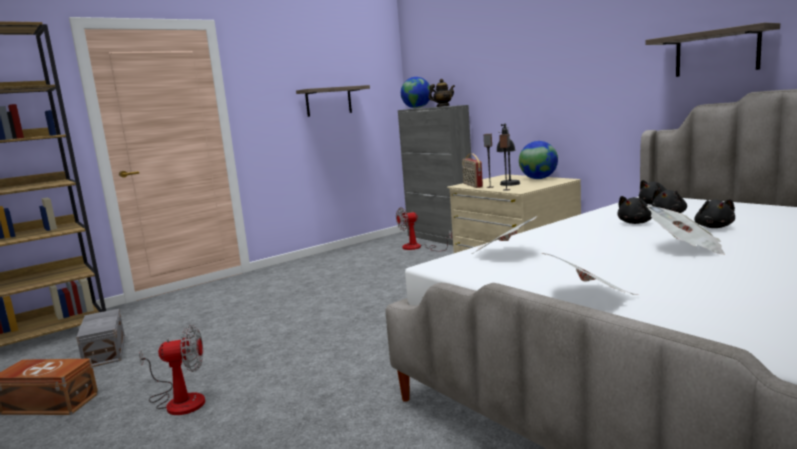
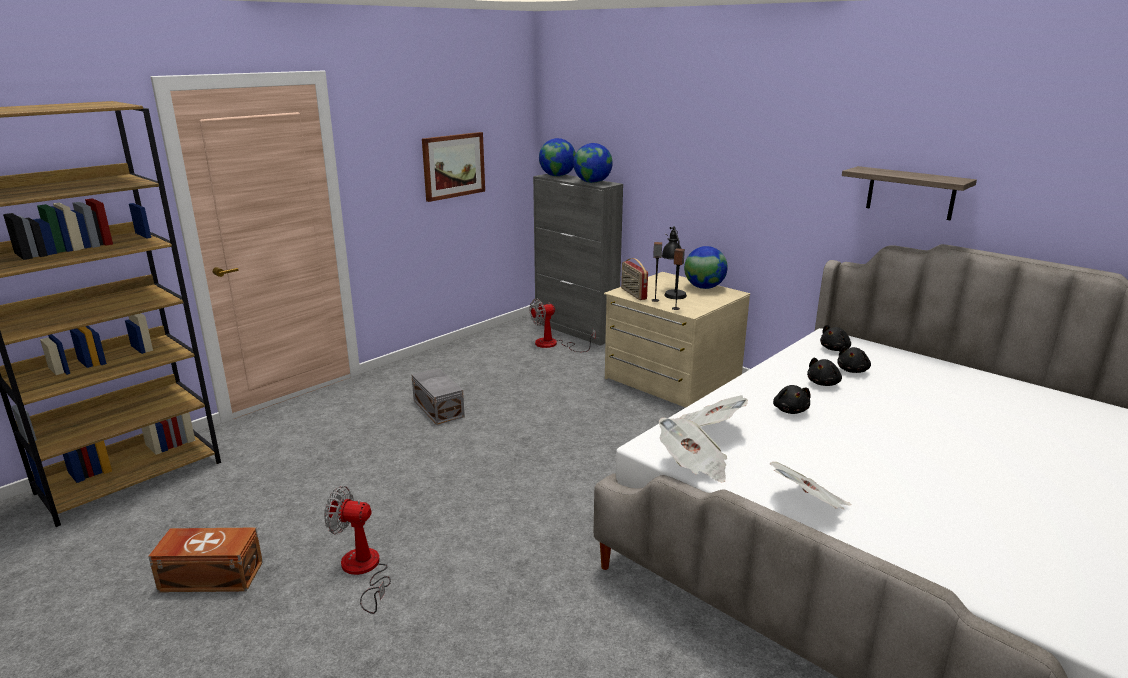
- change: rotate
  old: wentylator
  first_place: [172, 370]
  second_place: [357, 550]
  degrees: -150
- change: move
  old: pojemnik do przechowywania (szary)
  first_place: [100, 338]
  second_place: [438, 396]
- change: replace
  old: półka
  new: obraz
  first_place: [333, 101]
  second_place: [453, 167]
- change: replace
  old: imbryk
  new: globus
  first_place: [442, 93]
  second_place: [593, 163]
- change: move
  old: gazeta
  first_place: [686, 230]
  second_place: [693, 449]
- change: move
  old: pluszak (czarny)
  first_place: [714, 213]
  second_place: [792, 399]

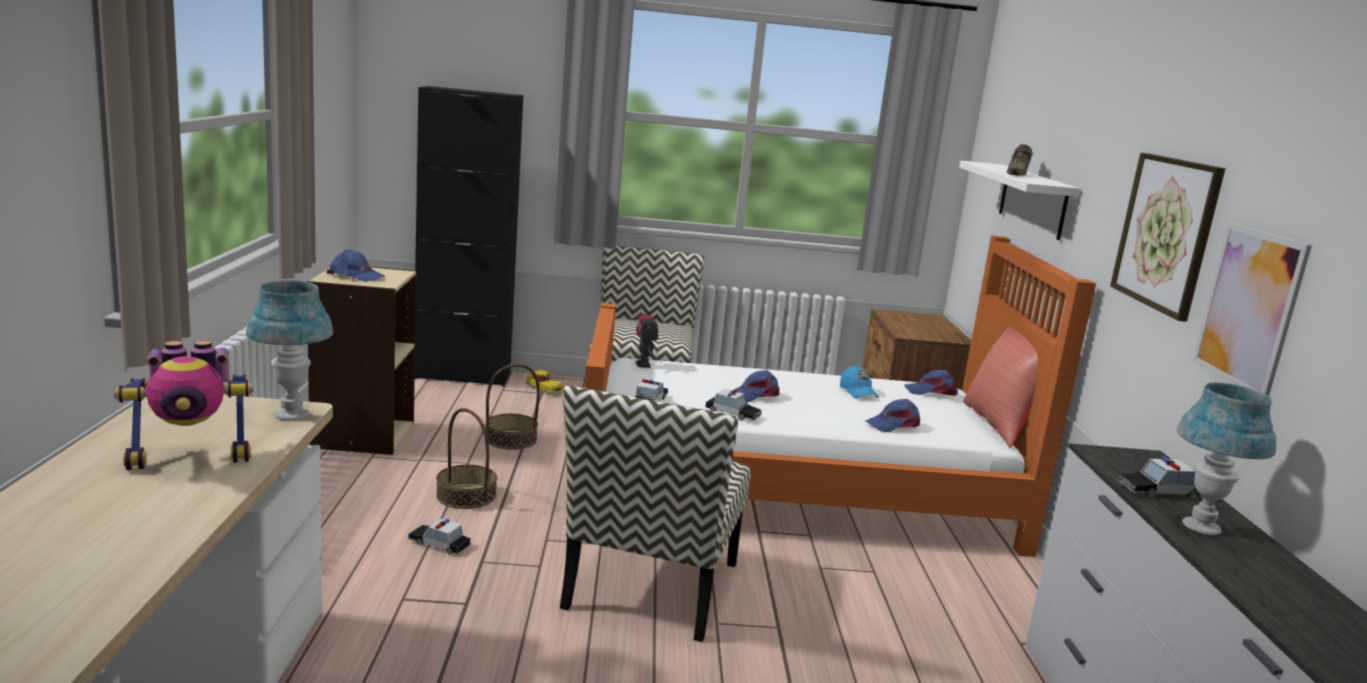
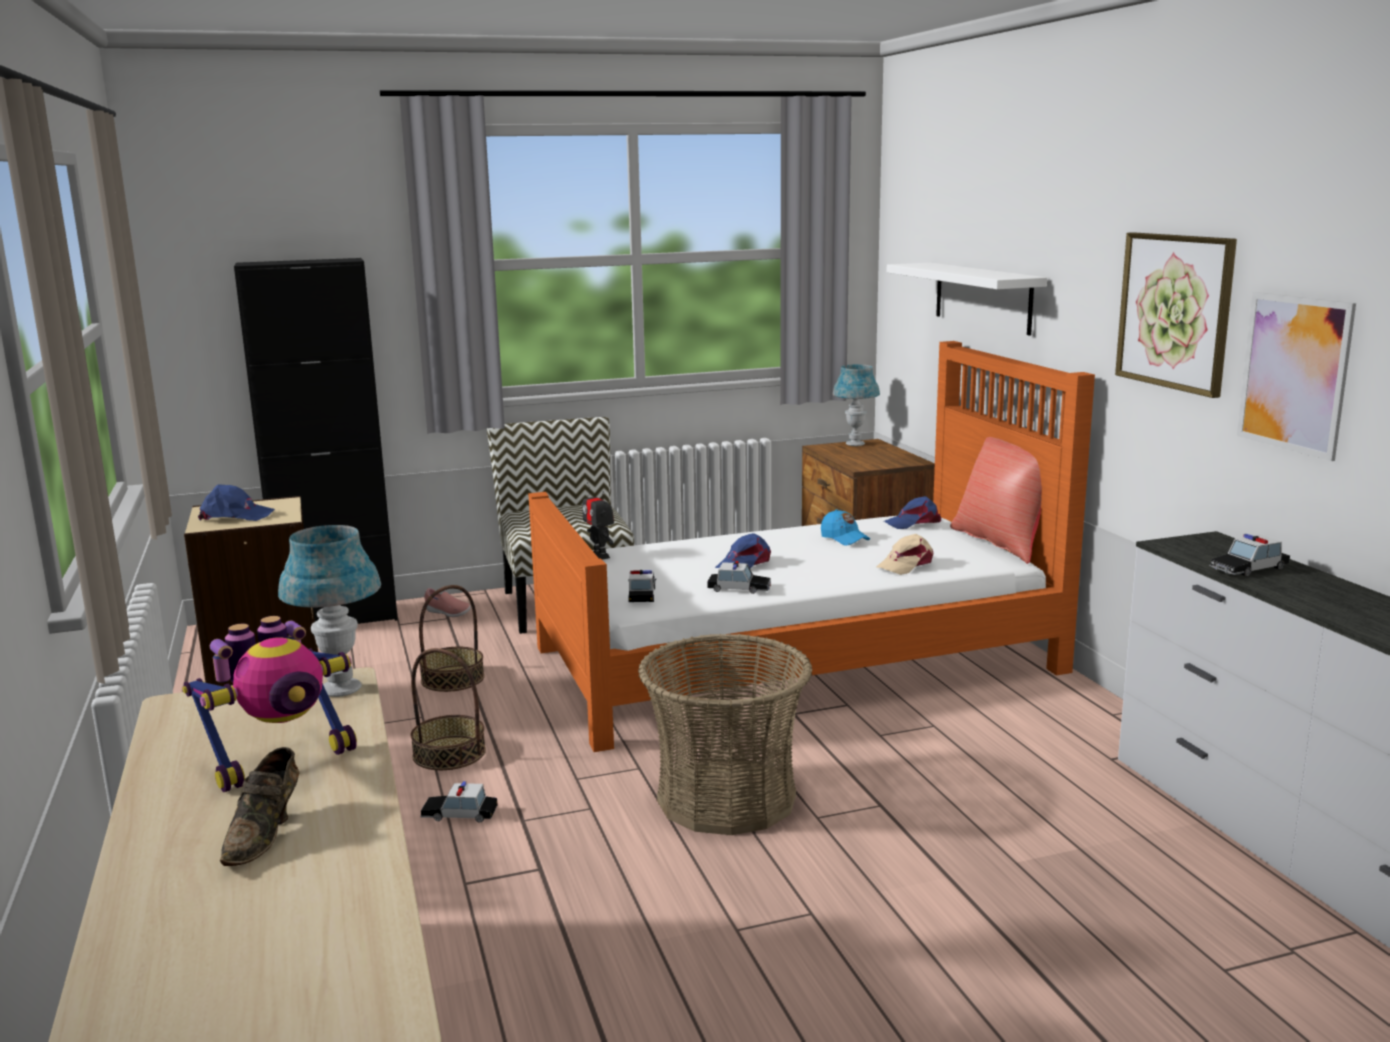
- change: move
  old: but (brązowy)
  first_place: [1019, 160]
  second_place: [259, 806]
- change: replace
  old: samochodzik
  new: but (różowy)
  first_place: [545, 382]
  second_place: [447, 602]
- change: replace
  old: krzesło
  new: koszyk
  first_place: [655, 514]
  second_place: [725, 734]
- change: move
  old: lampa stołowa (niebieski)
  first_place: [1226, 459]
  second_place: [856, 405]
- change: recolor
  old: czapka z daszkiem (niebieski)
  new: czapka z daszkiem (beżowy)
  first_place: [892, 415]
  second_place: [904, 554]

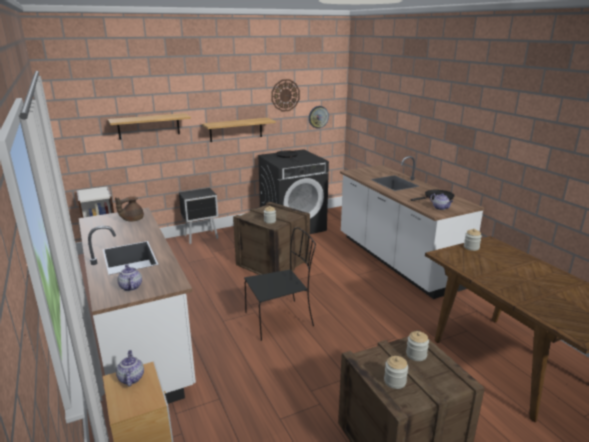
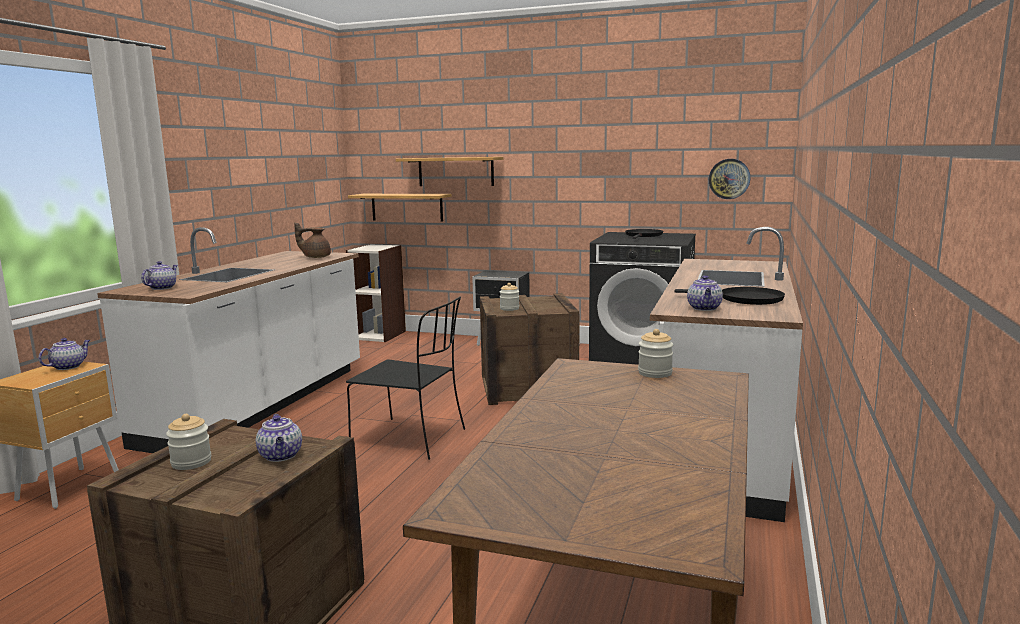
- change: replace
  old: słoik
  new: imbryk
  first_place: [417, 346]
  second_place: [279, 438]
- change: move
  old: półka
  first_place: [239, 130]
  second_place: [400, 208]
- change: delete
  old: zegar ścienny
  first_place: [285, 95]

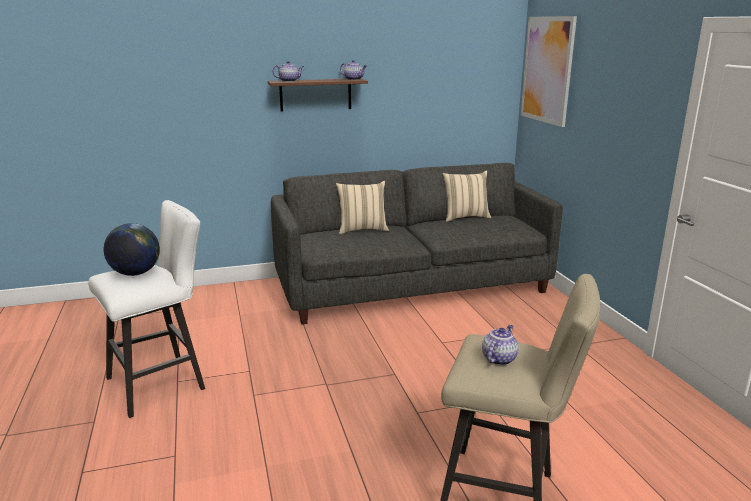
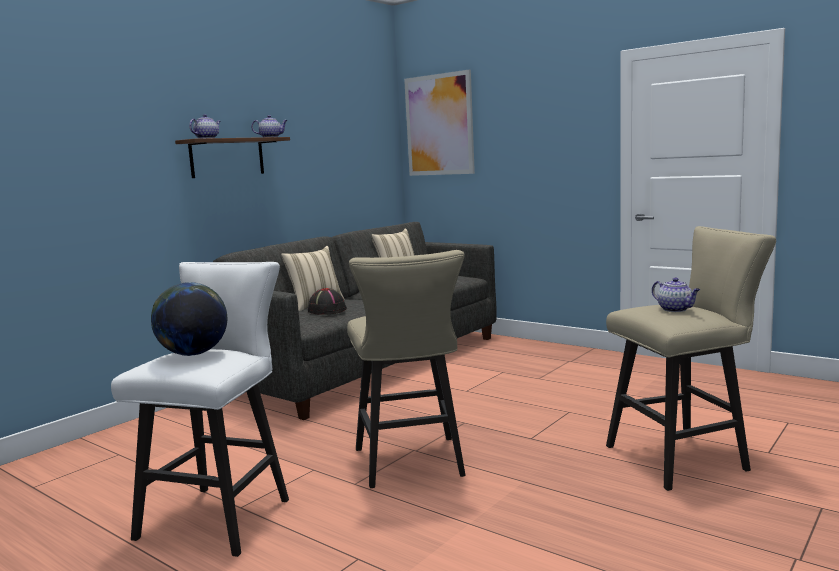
- change: insert
  new: kapelusz (czarny)
  second_place: [327, 301]
- change: insert
  new: stołek (beżowy)
  second_place: [406, 369]
- change: rotate
  old: imbryk
  first_place: [500, 345]
  second_place: [676, 294]
  degrees: 150

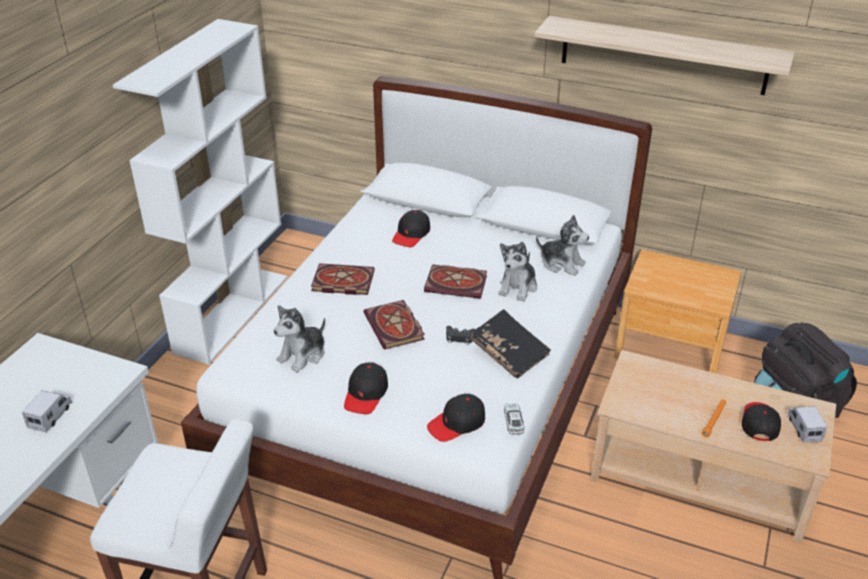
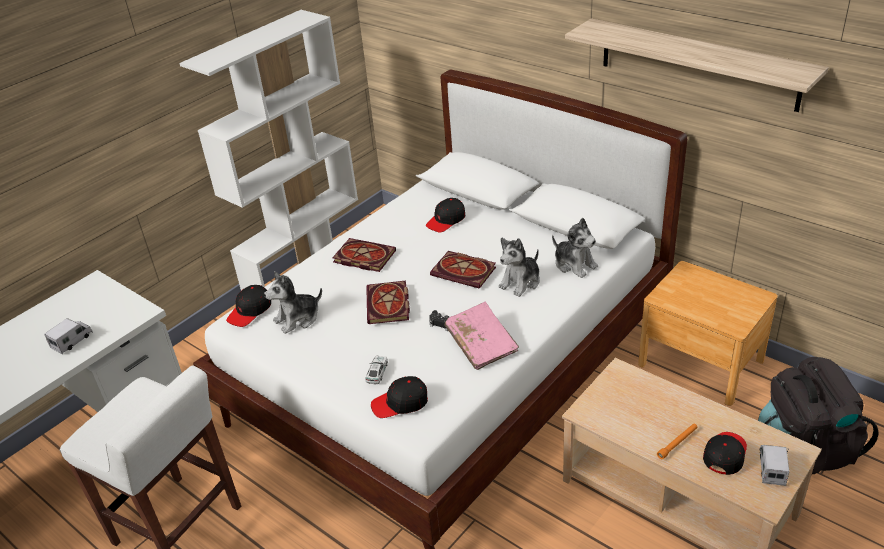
- change: move
  old: czapka z daszkiem (czarny)
  first_place: [366, 388]
  second_place: [248, 306]
- change: move
  old: samochodzik
  first_place: [514, 419]
  second_place: [376, 369]
- change: recolor
  old: książka (czarny)
  new: książka (różowy)
  first_place: [510, 344]
  second_place: [482, 335]

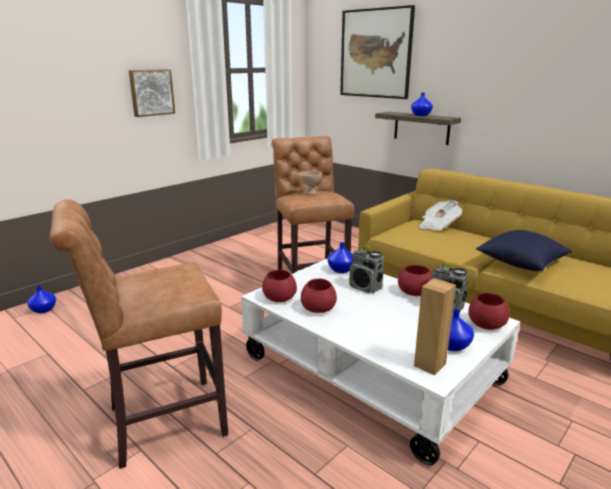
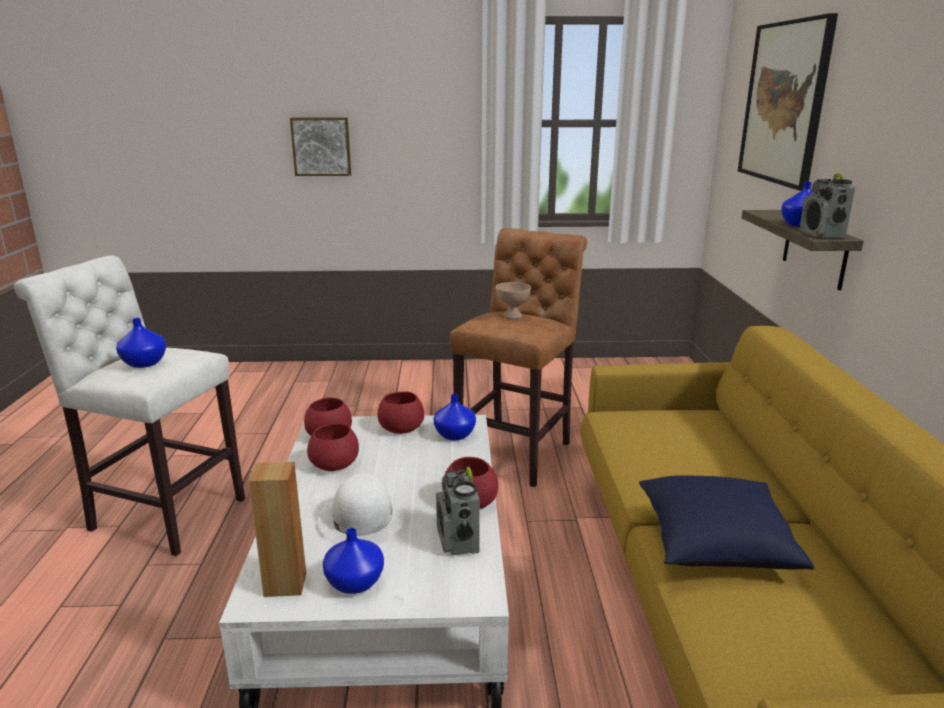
- change: recolor
  old: stołek (brązowy)
  new: stołek (biały)
  first_place: [139, 334]
  second_place: [129, 406]
- change: move
  old: wazon (niebieski)
  first_place: [41, 299]
  second_place: [141, 343]
- change: move
  old: obraz
  first_place: [152, 93]
  second_place: [320, 147]
- change: insert
  new: kapelusz (biały)
  second_place: [362, 509]
- change: move
  old: miska (czerwony)
  first_place: [488, 311]
  second_place: [400, 412]
- change: move
  old: radio
  first_place: [366, 269]
  second_place: [827, 206]
- change: delete
  old: gazeta
  first_place: [440, 215]

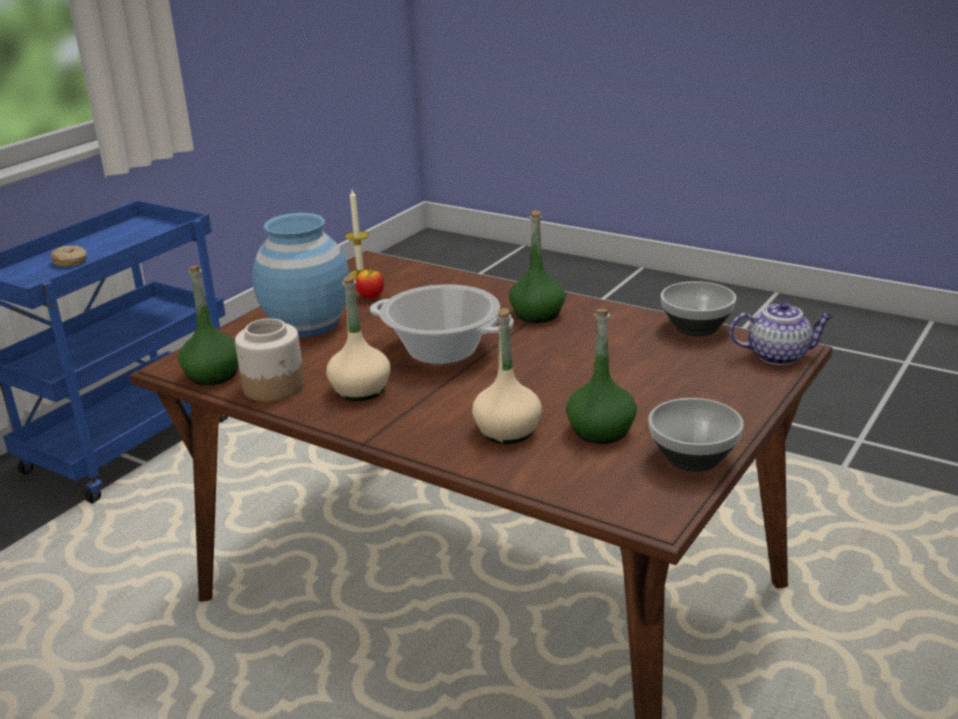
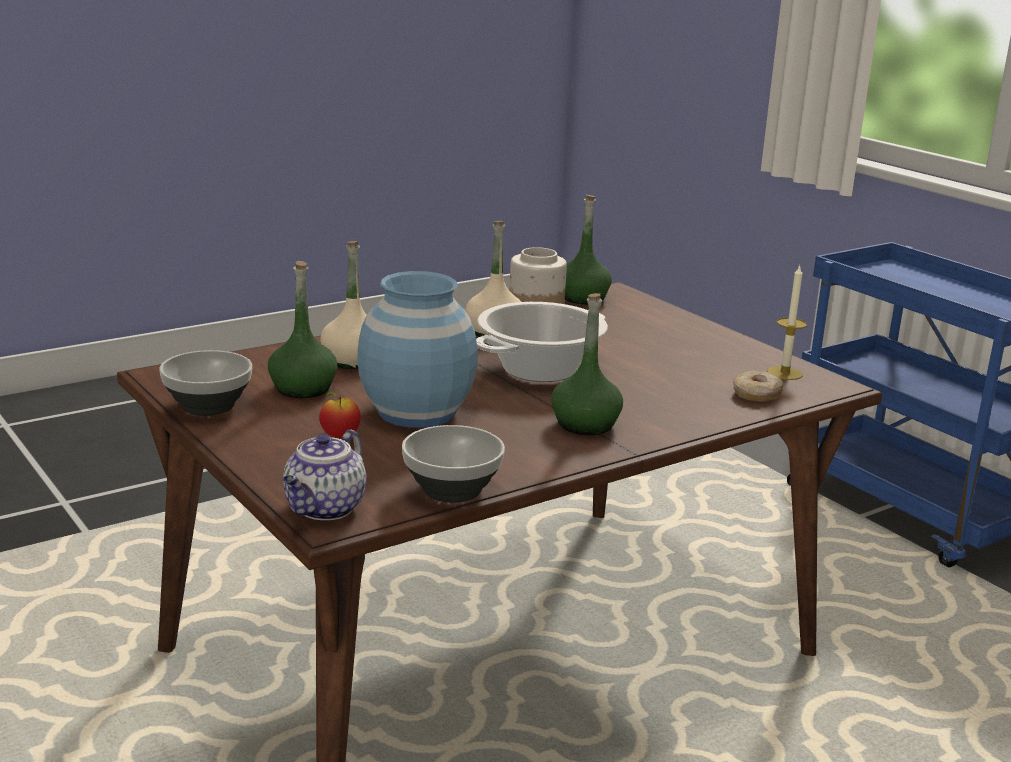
- change: move
  old: jabłko
  first_place: [370, 283]
  second_place: [340, 415]
- change: move
  old: wazon (niebieski)
  first_place: [300, 275]
  second_place: [417, 349]
- change: move
  old: donut
  first_place: [68, 256]
  second_place: [758, 386]

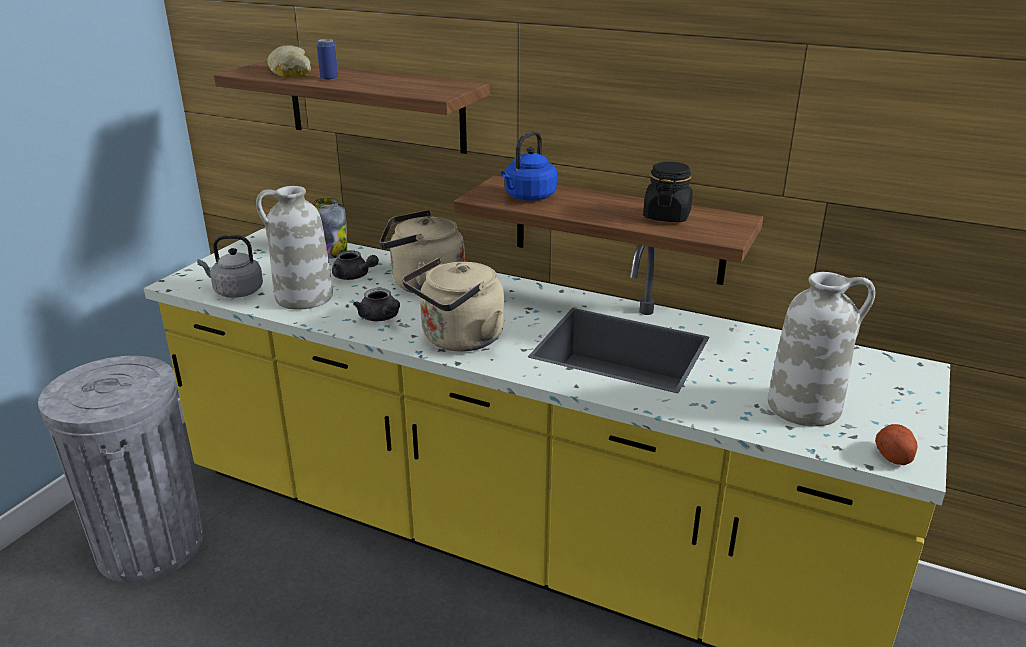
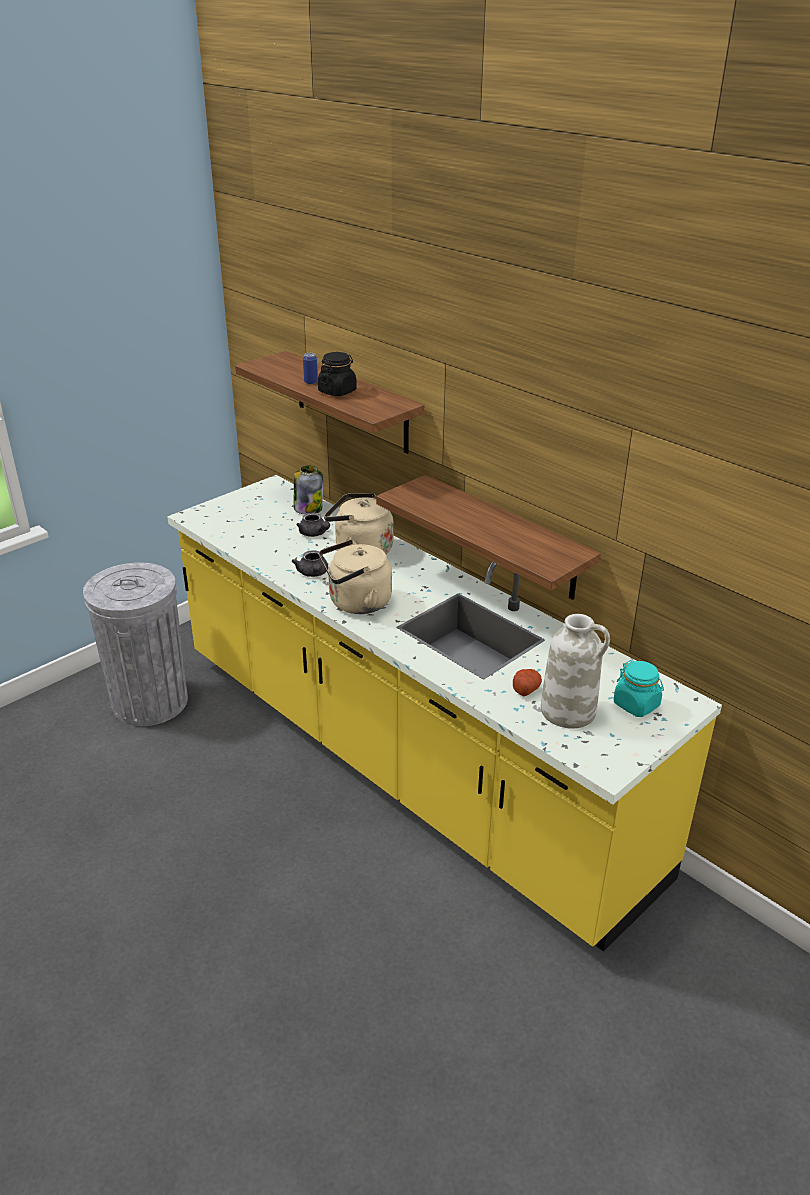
- change: move
  old: słoik (czarny)
  first_place: [668, 192]
  second_place: [337, 374]
- change: move
  old: ziemniak
  first_place: [896, 444]
  second_place: [527, 682]
- change: insert
  new: słoik (turkusowy)
  second_place: [639, 688]
- change: delete
  old: czajnik (szary)
  first_place: [230, 266]
- change: delete
  old: wazon (biały)
  first_place: [294, 248]
- change: delete
  old: chleb
  first_place: [289, 61]
- change: delete
  old: czajnik (niebieski)
  first_place: [529, 166]

